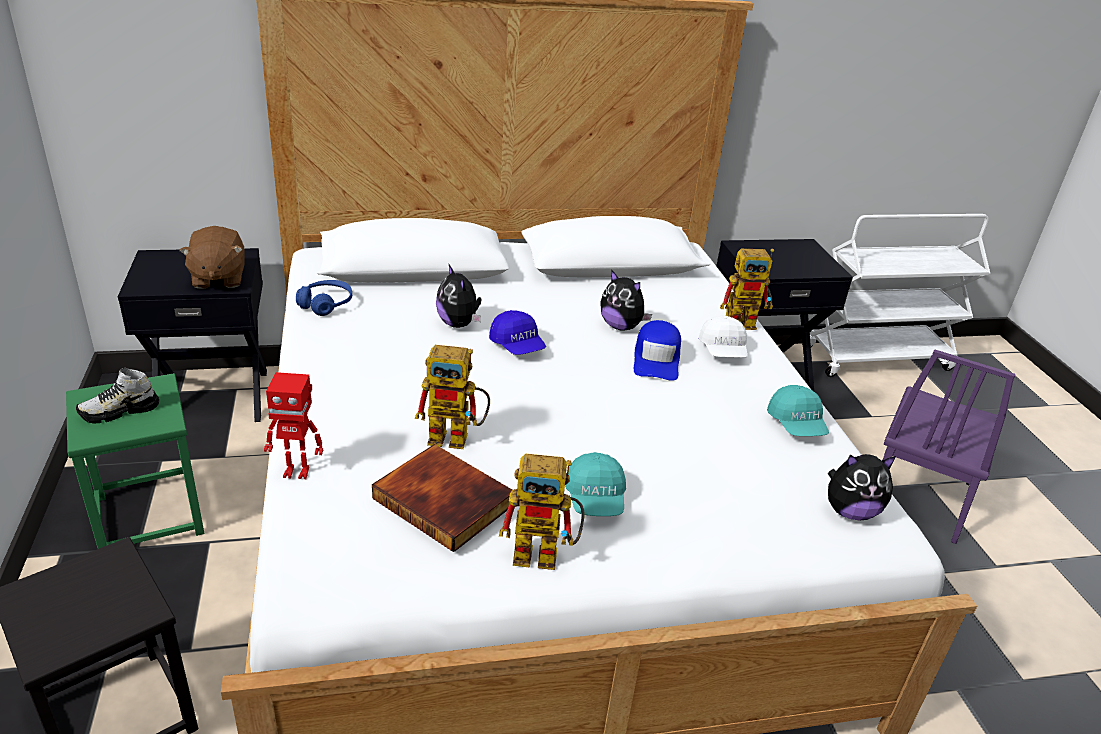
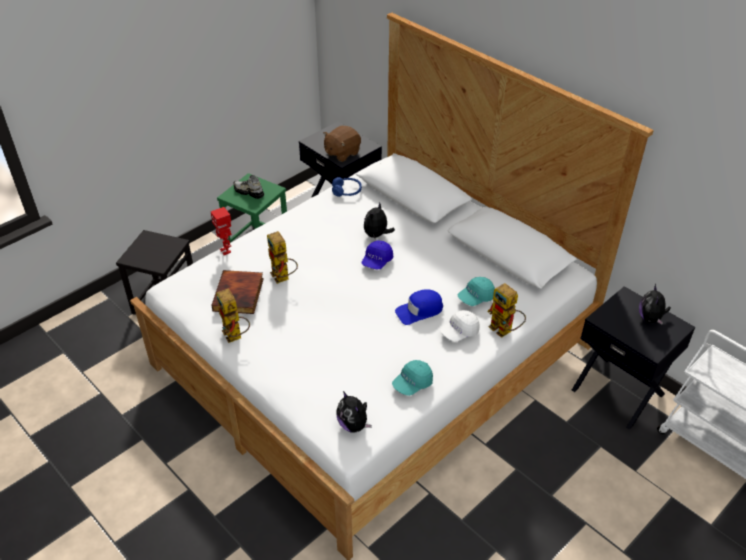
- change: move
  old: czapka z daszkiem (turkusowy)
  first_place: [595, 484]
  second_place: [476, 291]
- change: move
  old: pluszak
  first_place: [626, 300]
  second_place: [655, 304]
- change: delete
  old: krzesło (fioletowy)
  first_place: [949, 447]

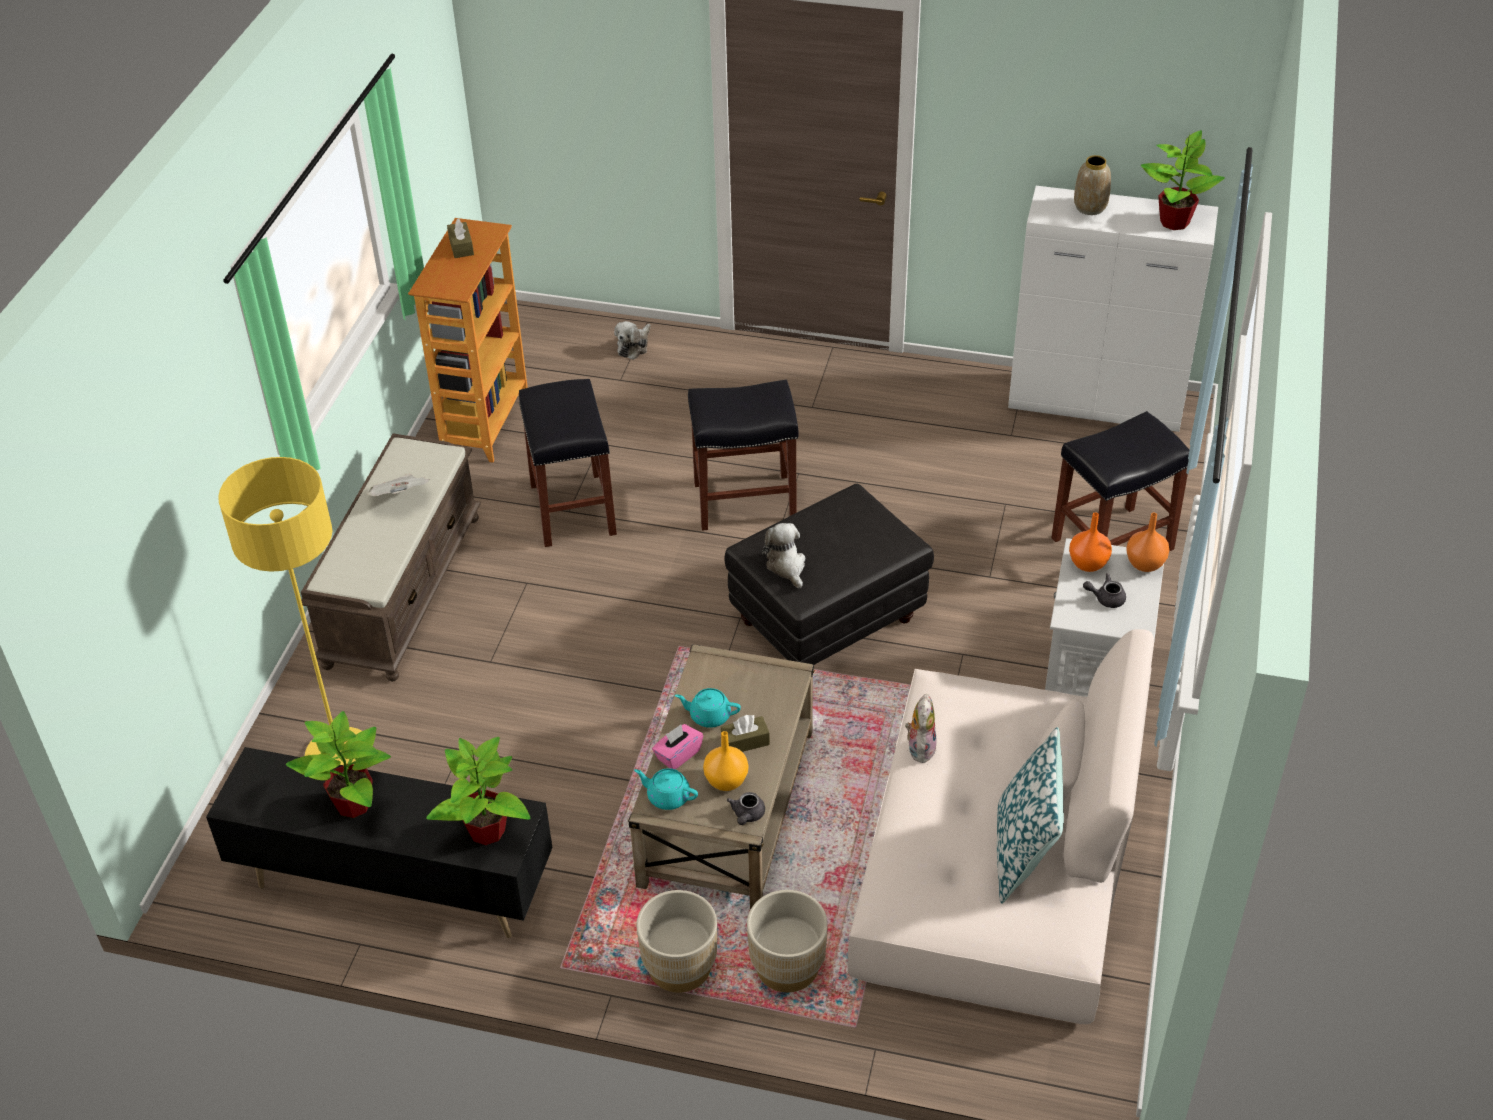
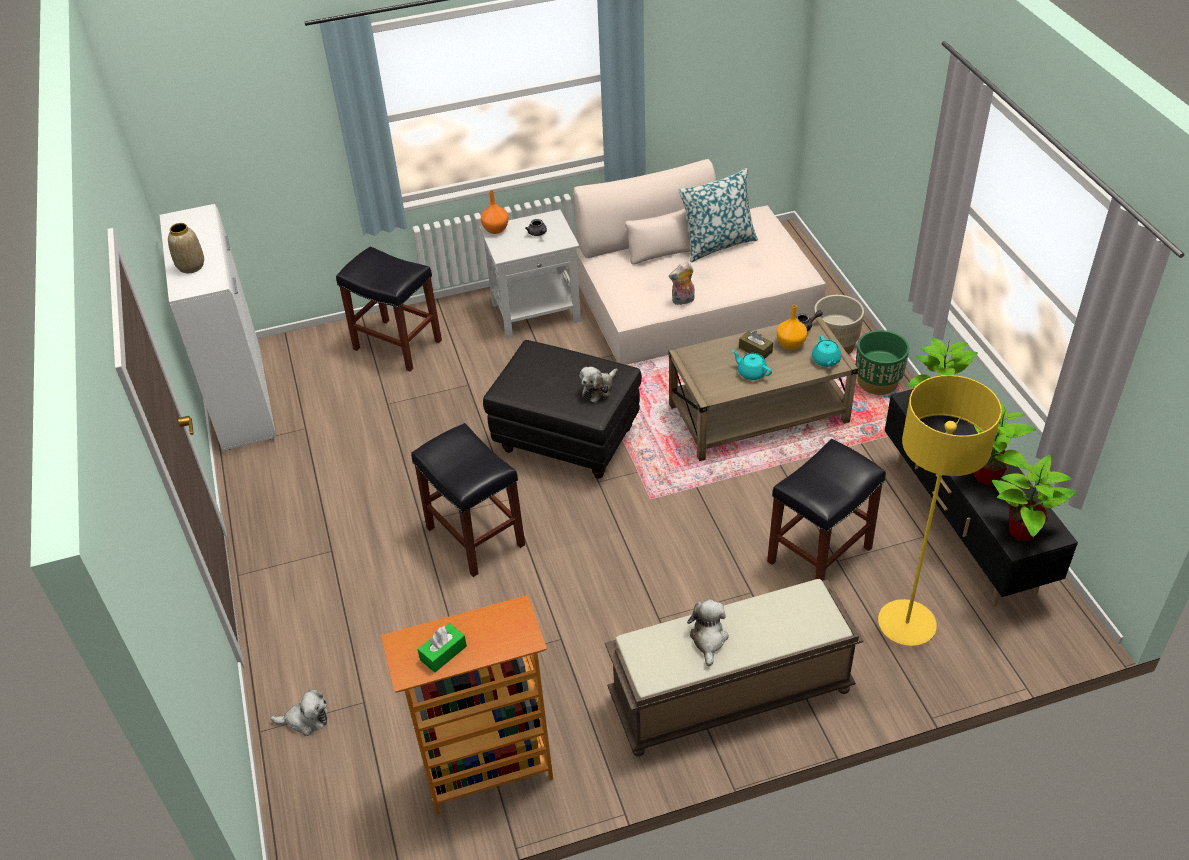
- change: recolor
  old: pudełko chusteczek (brązowy)
  new: pudełko chusteczek (zielony)
  first_place: [460, 238]
  second_place: [442, 648]
- change: replace
  old: gazeta
  new: pluszak
  first_place: [398, 485]
  second_place: [708, 632]
- change: rotate
  old: imbryk (turkusowy)
  first_place: [708, 708]
  second_place: [752, 365]
  degrees: 150
- change: move
  old: stołek (czarny)
  first_place: [568, 463]
  second_place: [826, 510]
- change: recolor
  old: donica (beżowy)
  new: donica (zielony)
  first_place: [676, 941]
  second_place: [882, 362]
- change: move
  old: roślina doniczkowa
  first_place: [1183, 180]
  second_place: [1034, 498]
- change: delete
  old: pudełko chusteczek (różowy)
  first_place: [677, 746]
- change: delete
  old: wazon (pomarańczowy)
  first_place: [1090, 542]

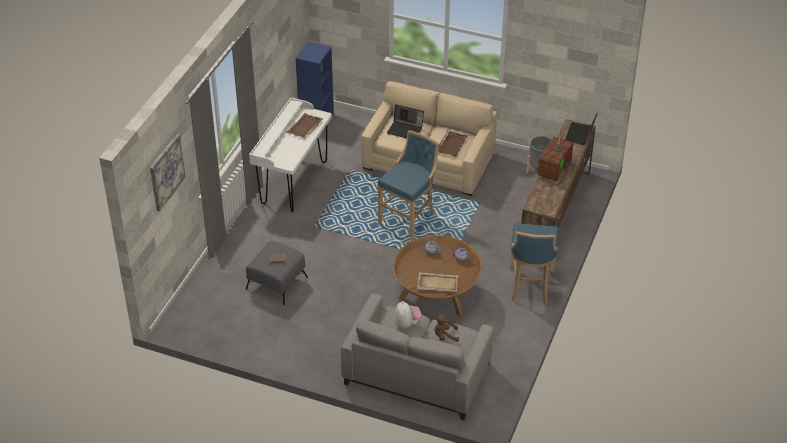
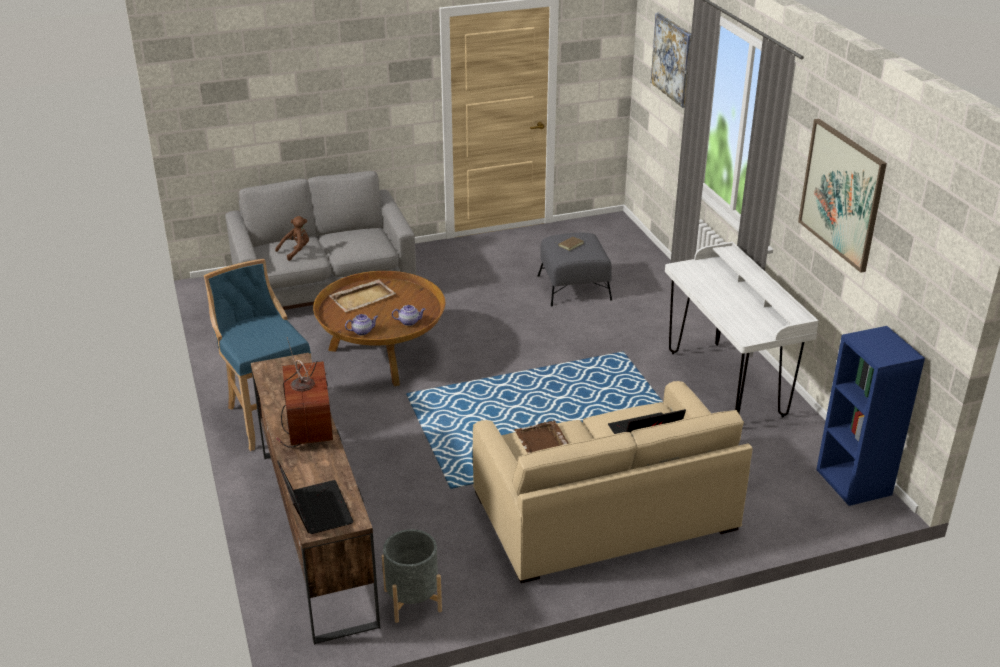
- change: insert
  new: obraz
  second_place: [842, 196]
- change: delete
  old: taca (brązowy)
  first_place: [305, 126]
- change: delete
  old: stołek (niebieski)
  first_place: [408, 185]
- change: delete
  old: pluszak
  first_place: [408, 315]

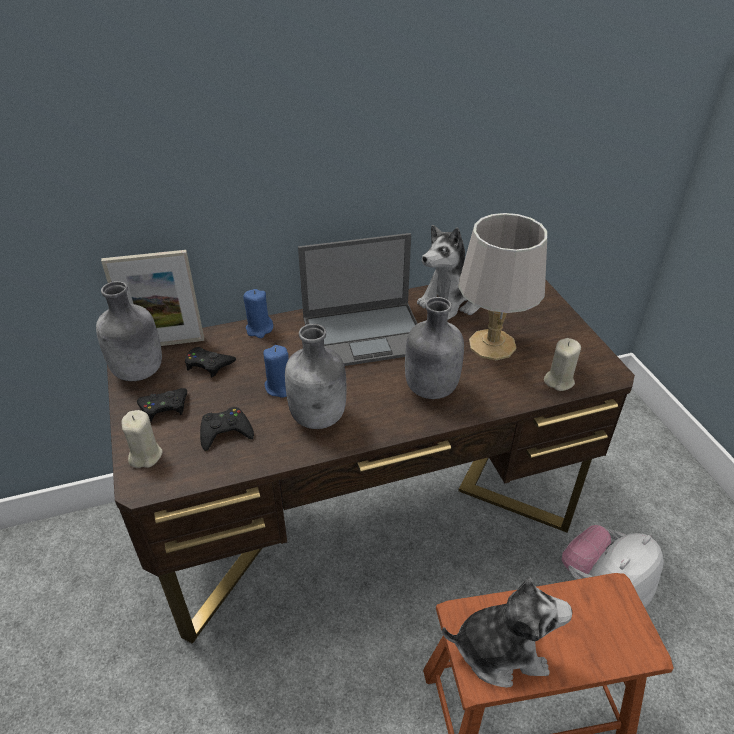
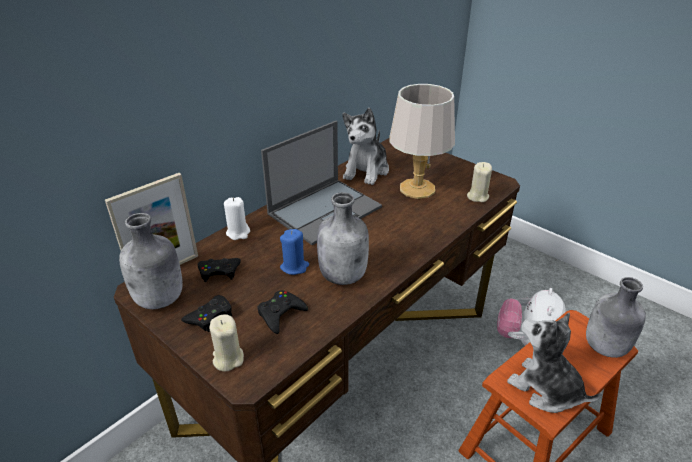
- change: recolor
  old: świeca (niebieski)
  new: świeca (biały)
  first_place: [258, 313]
  second_place: [237, 218]
- change: rotate
  old: pluszak
  first_place: [507, 632]
  second_place: [554, 363]
  degrees: -105
- change: move
  old: butelka (szary)
  first_place: [434, 348]
  second_place: [616, 317]

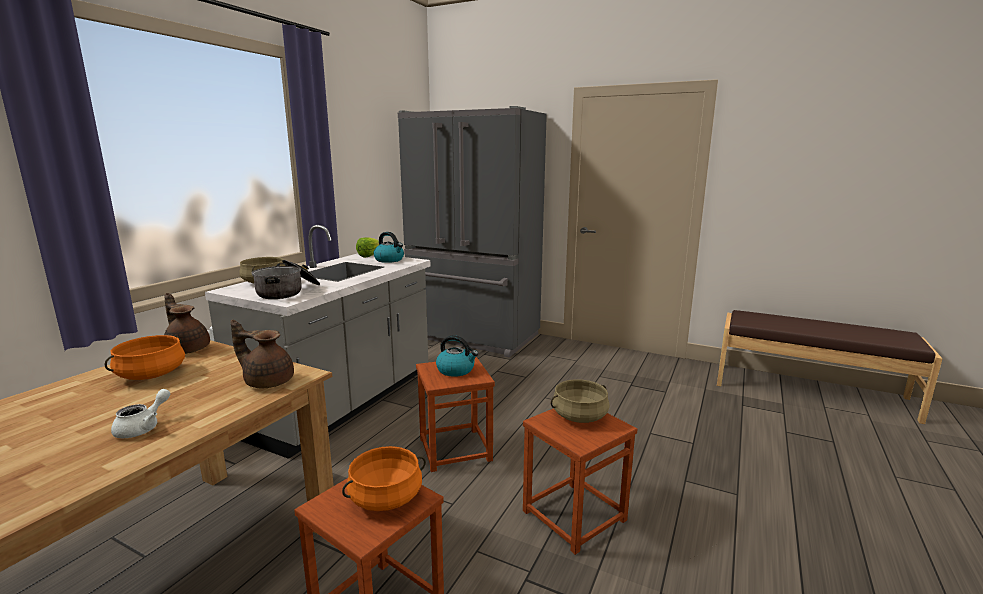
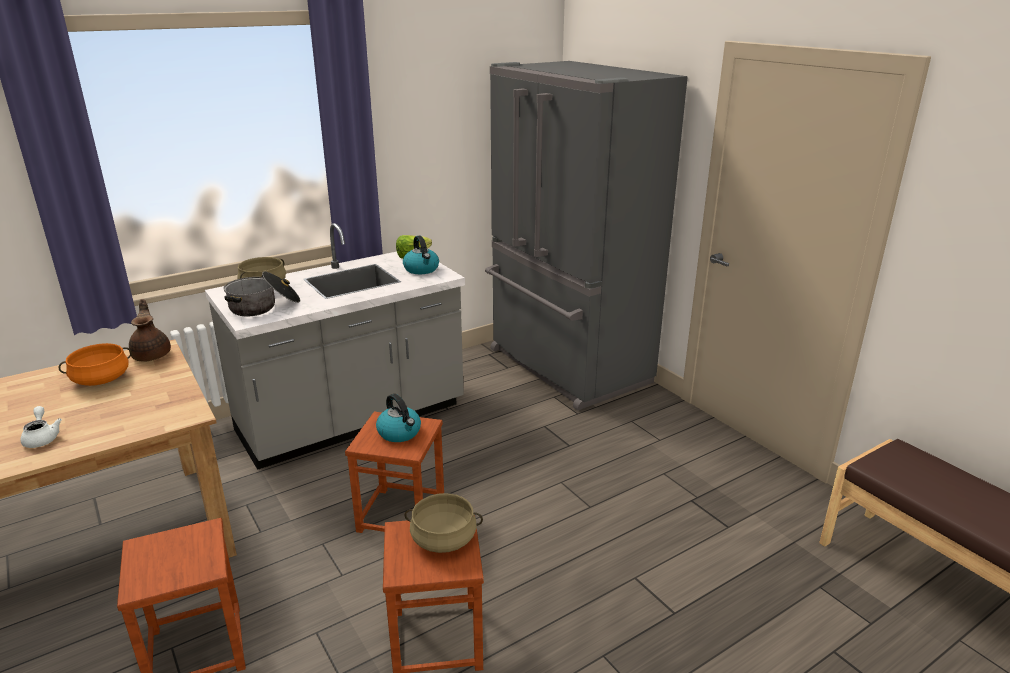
- change: rotate
  old: imbryk (biały)
  first_place: [140, 413]
  second_place: [41, 427]
  degrees: -75
- change: delete
  old: imbryk (brązowy)
  first_place: [262, 354]
- change: delete
  old: garnek (pomarańczowy)
  first_place: [384, 478]

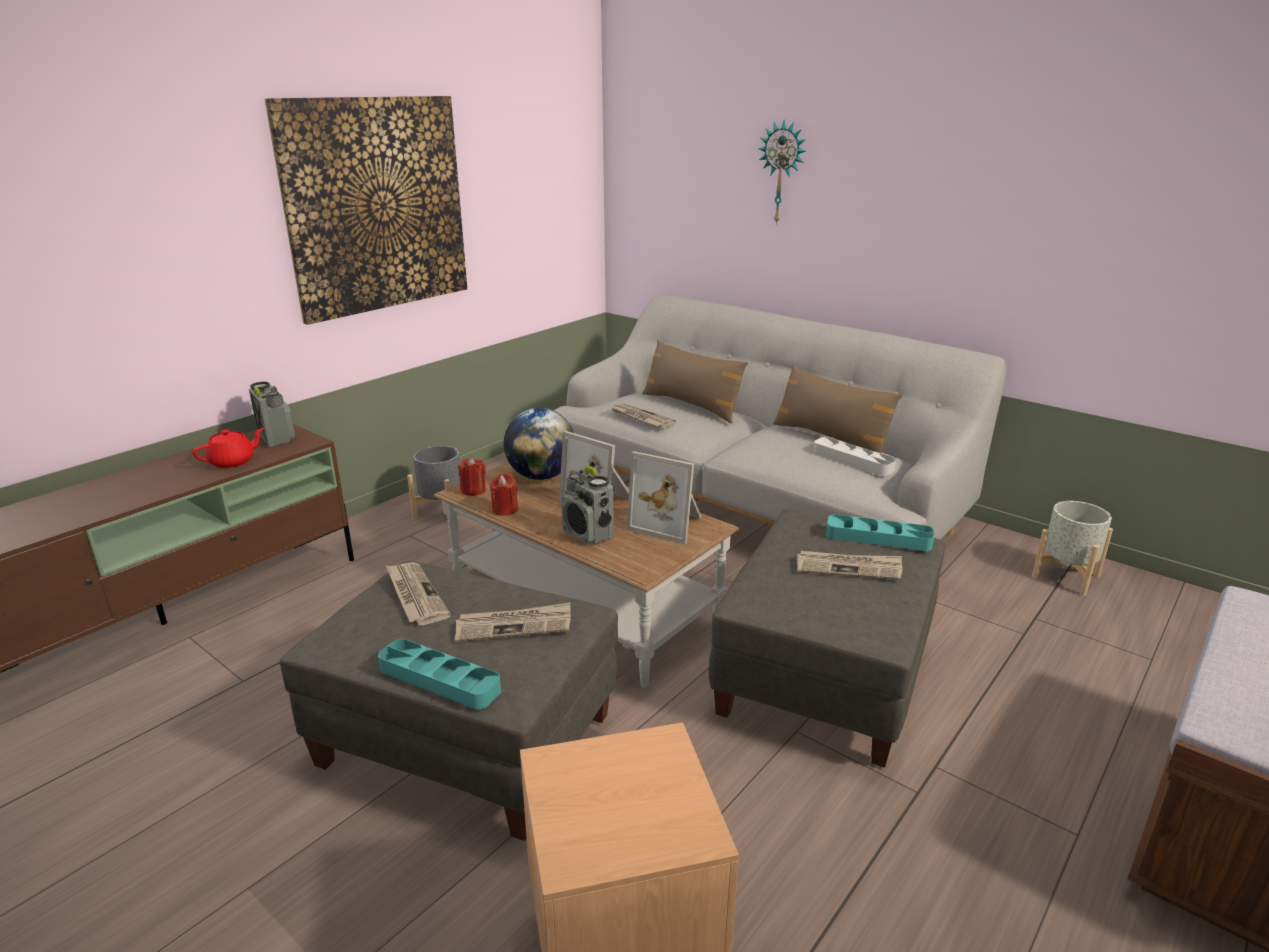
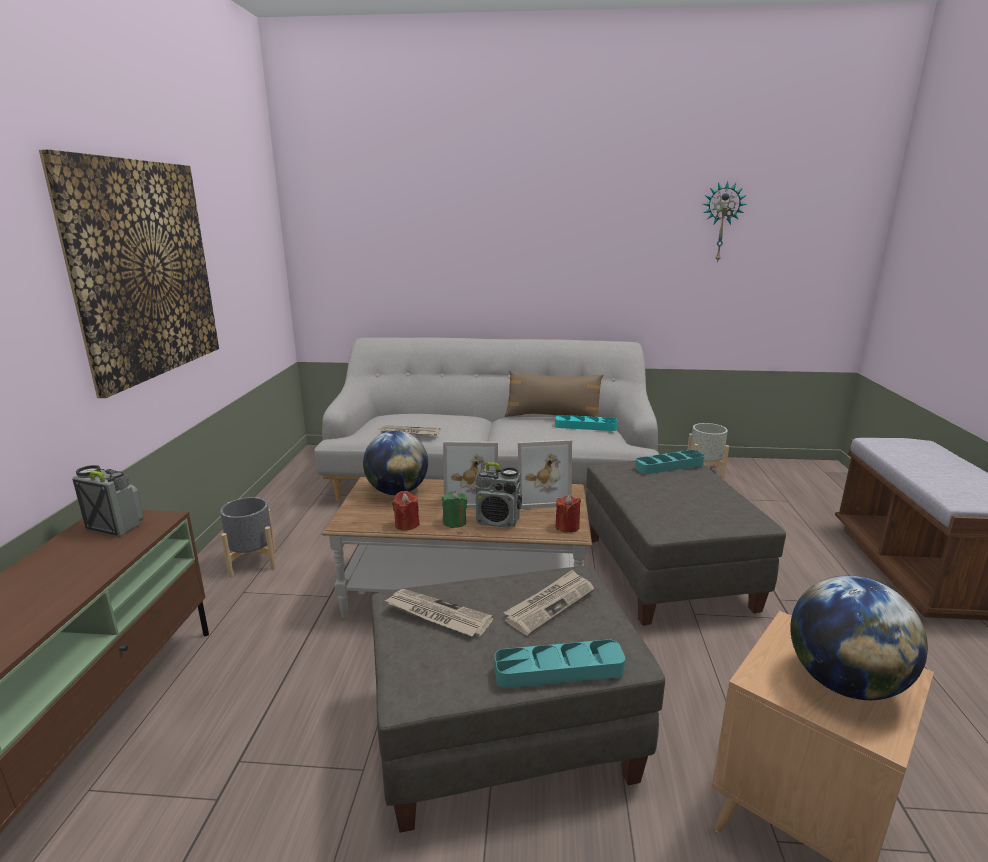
- change: insert
  new: świeca (zielony)
  second_place: [454, 509]
- change: recolor
  old: taca (szary)
  new: taca (turkusowy)
  first_place: [854, 456]
  second_place: [586, 423]
- change: move
  old: świeca (czerwony)
  first_place: [472, 476]
  second_place: [568, 514]
- change: move
  old: zegar ścienny
  first_place: [782, 173]
  second_place: [725, 222]
- change: insert
  new: globus
  second_place: [859, 638]
- change: delete
  old: imbryk (czerwony)
  first_place: [228, 448]
- change: delete
  old: poduszka (brązowy)
  first_place: [695, 381]
- change: delete
  old: gazeta
  first_place: [849, 565]

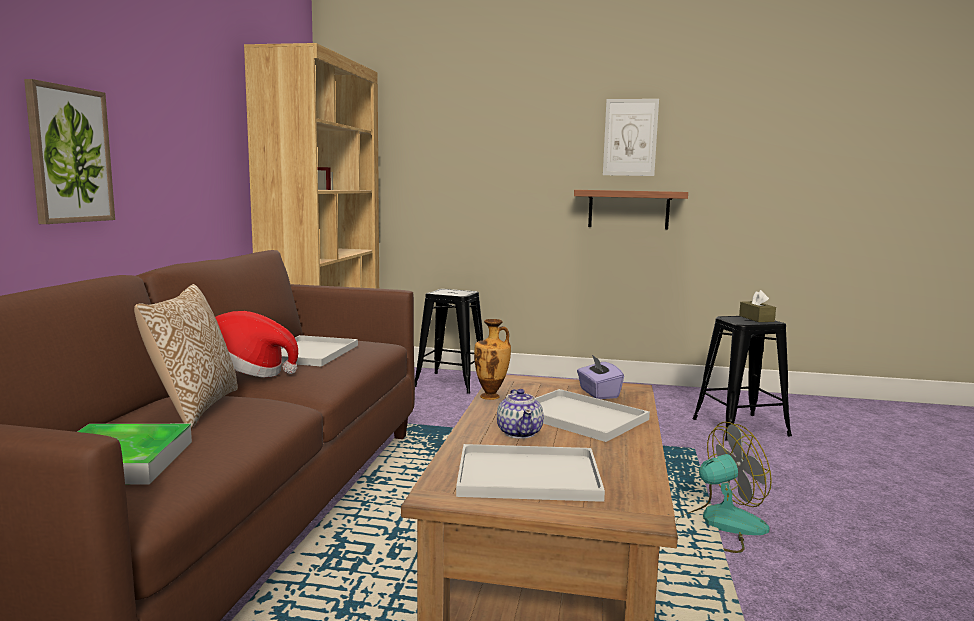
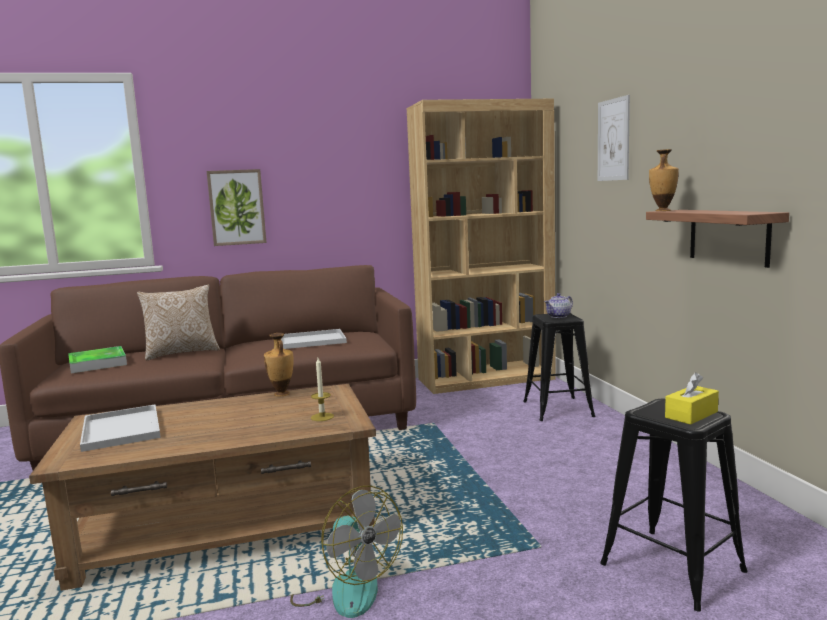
- change: replace
  old: pudełko chusteczek (fioletowy)
  new: świeca
  first_place: [600, 377]
  second_place: [322, 389]
- change: move
  old: imbryk
  first_place: [520, 414]
  second_place: [558, 305]
- change: move
  old: obraz
  first_place: [631, 137]
  second_place: [614, 138]
- change: insert
  new: wazon
  second_place: [664, 180]
- change: recolor
  old: pudełko chusteczek (brązowy)
  new: pudełko chusteczek (żółty)
  first_place: [757, 306]
  second_place: [692, 398]
- change: delete
  old: kapelusz
  first_place: [256, 344]
- change: delete
  old: taca (biały)
  first_place: [592, 415]

